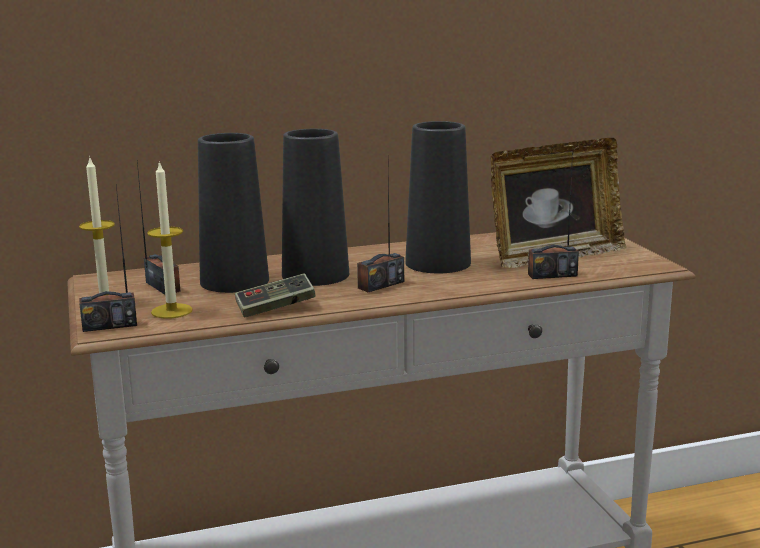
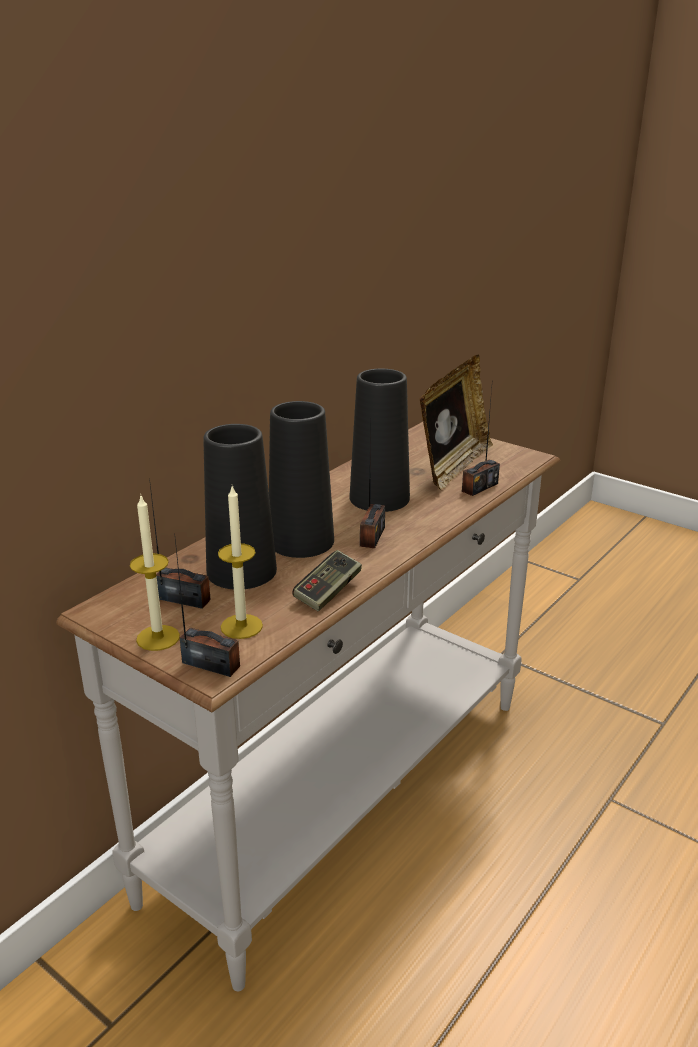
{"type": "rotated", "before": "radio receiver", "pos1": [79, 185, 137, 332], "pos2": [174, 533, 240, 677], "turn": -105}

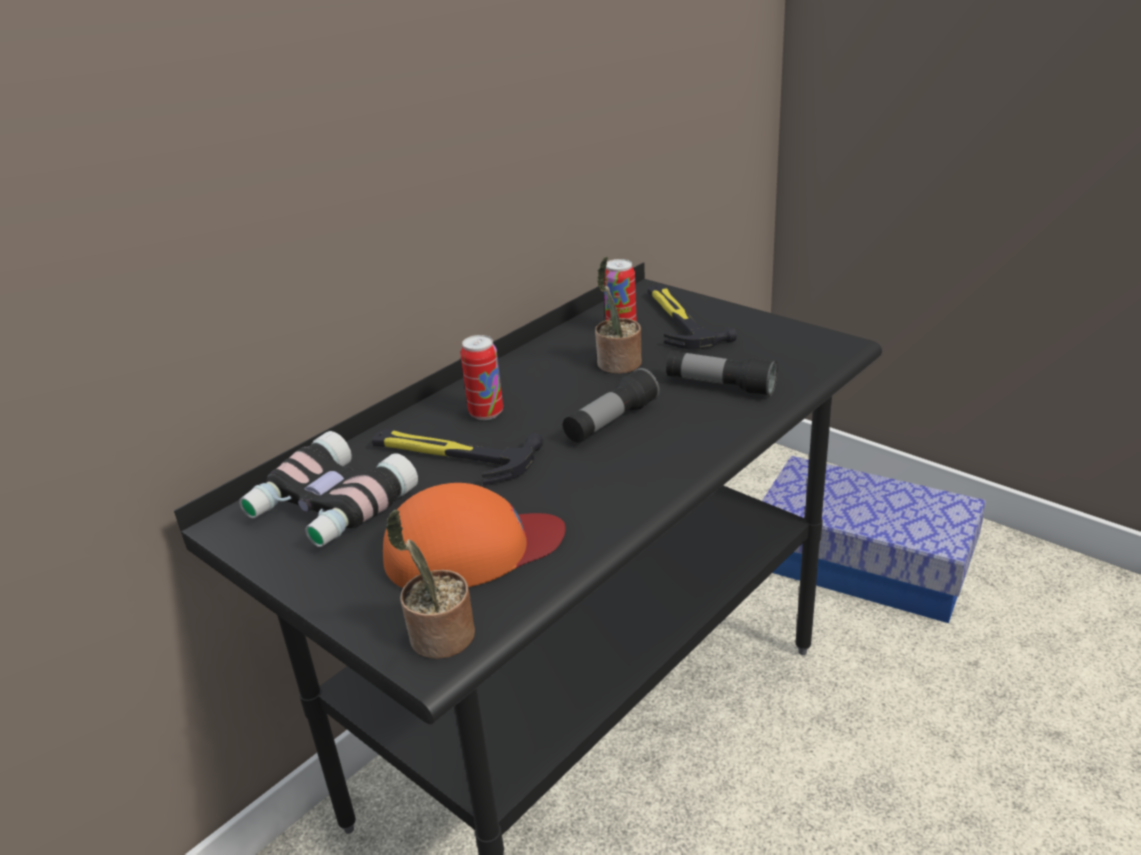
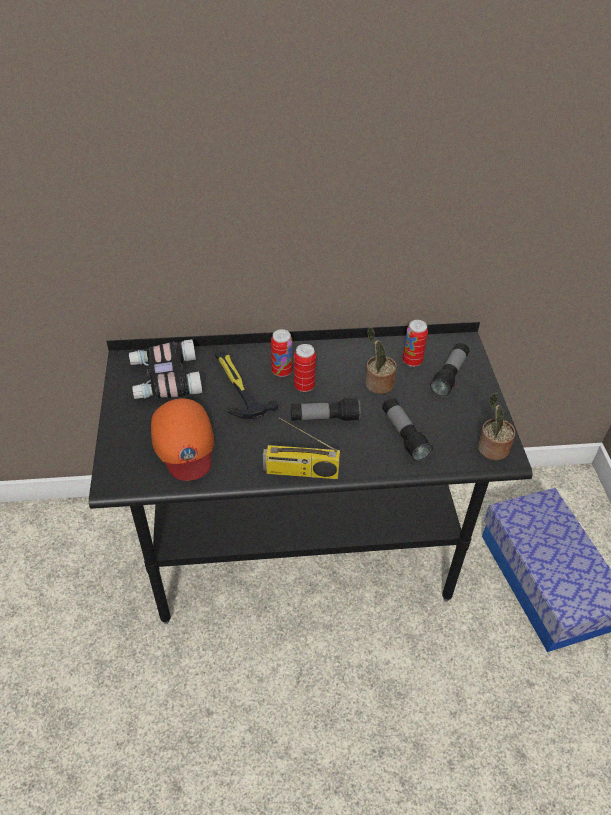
{"type": "rotated", "before": "peaked cap in orange", "pos1": [383, 483, 566, 588], "pos2": [151, 398, 214, 481], "turn": 45}
{"type": "shifted", "before": "houseplant", "pos1": [385, 509, 475, 659], "pos2": [478, 392, 515, 461]}
{"type": "swapped", "before": "tool hammer", "after": "hand torch", "pos1": [647, 285, 737, 349], "pos2": [430, 343, 470, 397]}
{"type": "new", "after": "radio receiver", "pos2": [263, 417, 340, 479]}
{"type": "new", "after": "metal can", "pos2": [294, 344, 316, 392]}

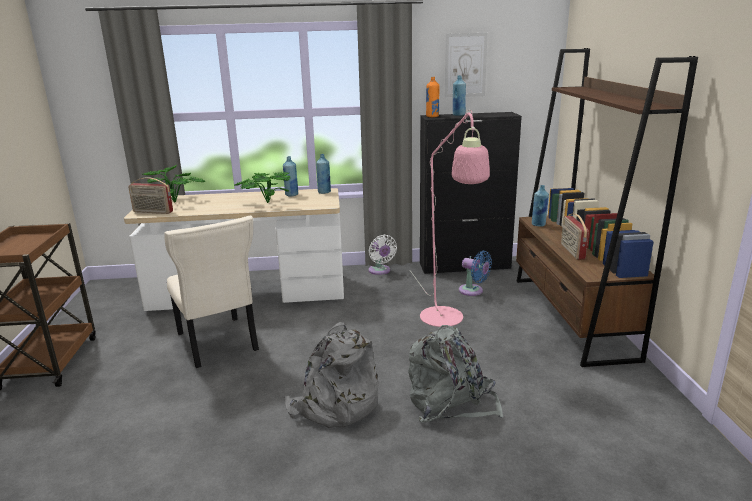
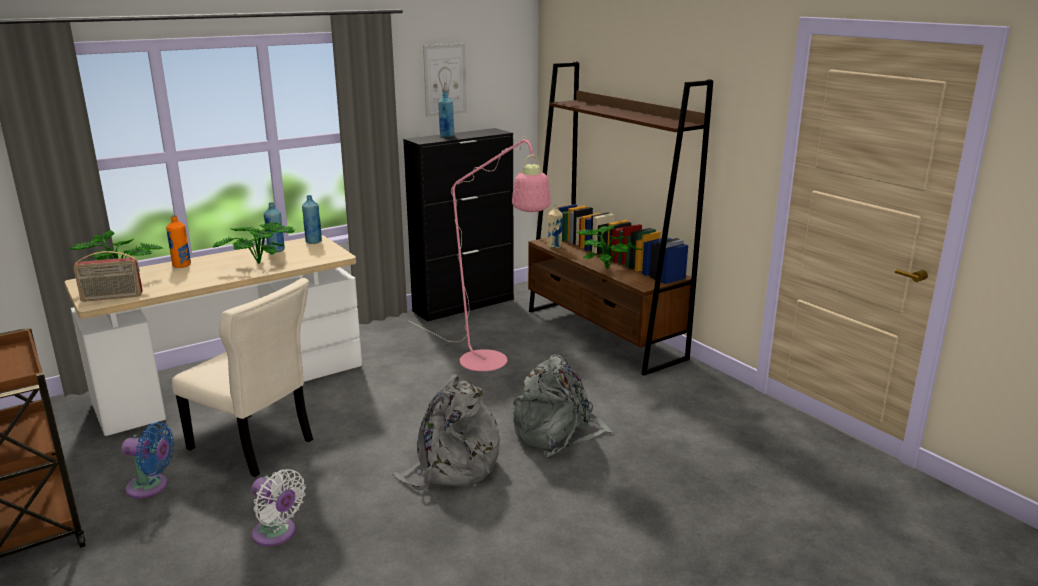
{"type": "shifted", "before": "electric fan in white-coloured", "pos1": [368, 235, 397, 275], "pos2": [252, 469, 306, 546]}
{"type": "shifted", "before": "beverage bottle in orange", "pos1": [426, 77, 439, 117], "pos2": [166, 215, 191, 268]}
{"type": "shifted", "before": "electric fan in blue", "pos1": [459, 251, 492, 296], "pos2": [121, 422, 174, 498]}
{"type": "repainted", "before": "beverage bottle in blue", "after": "beverage bottle in sand-coloured", "pos1": [532, 185, 549, 227], "pos2": [547, 205, 563, 248]}
{"type": "swapped", "before": "radio receiver", "after": "houseplant", "pos1": [561, 214, 589, 260], "pos2": [576, 225, 642, 269]}

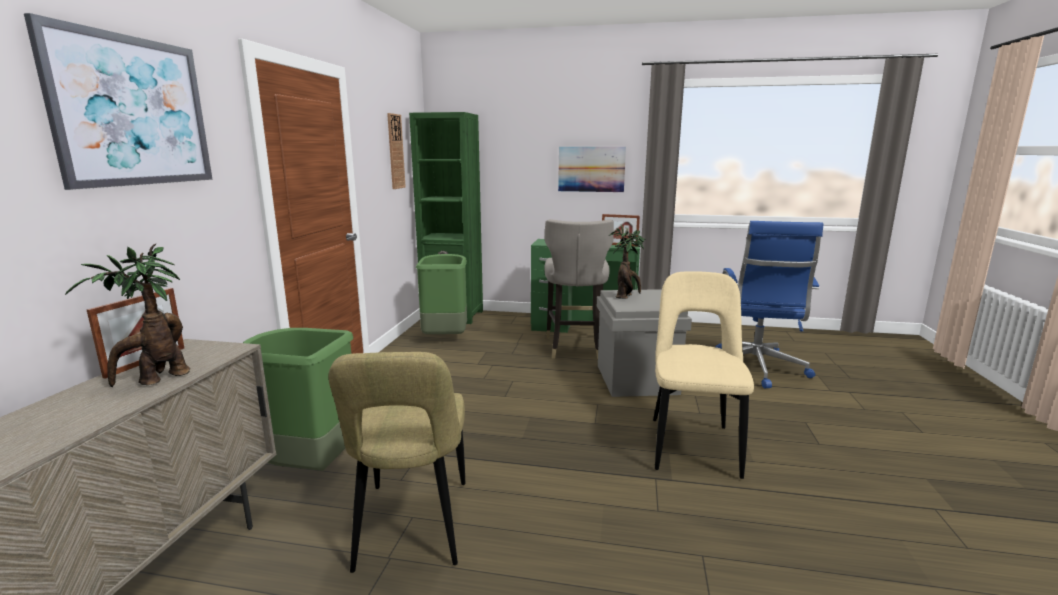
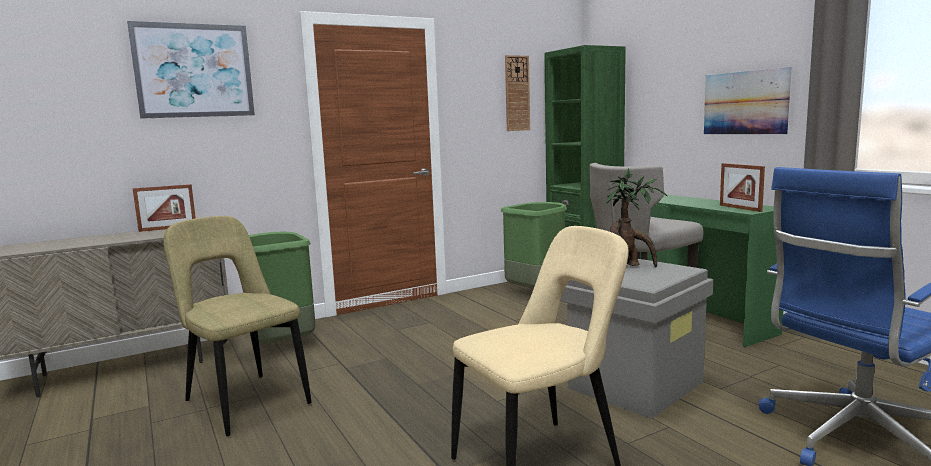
{"type": "gone", "before": "houseplant", "pos1": [65, 244, 190, 387]}
{"type": "rotated", "before": "chair in sand-coloured", "pos1": [328, 352, 465, 573], "pos2": [163, 216, 312, 436], "turn": 90}

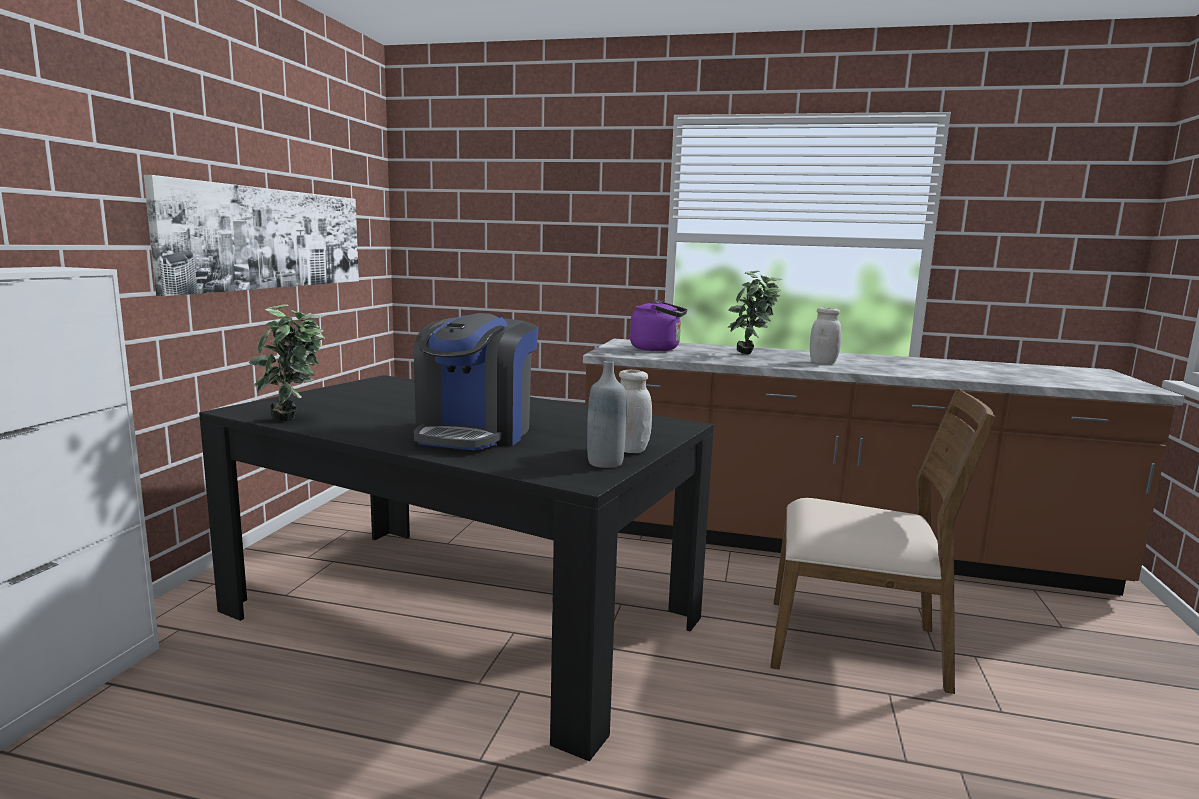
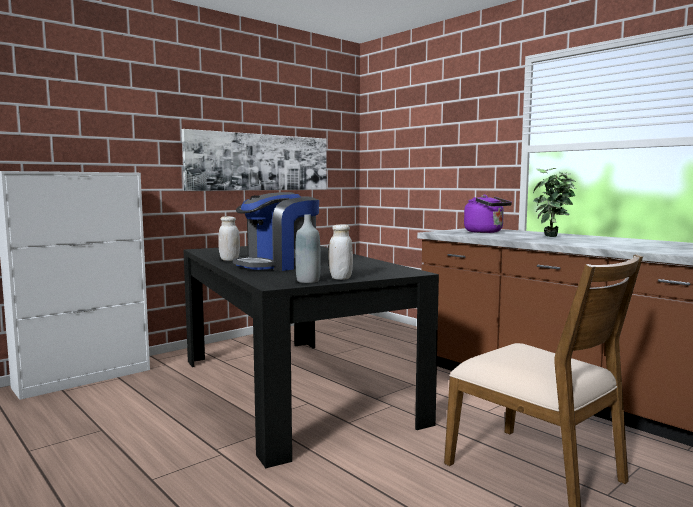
{"type": "gone", "before": "houseplant", "pos1": [249, 304, 325, 421]}
{"type": "shifted", "before": "preserve jar in white-coloured", "pos1": [810, 307, 841, 364], "pos2": [218, 216, 240, 261]}

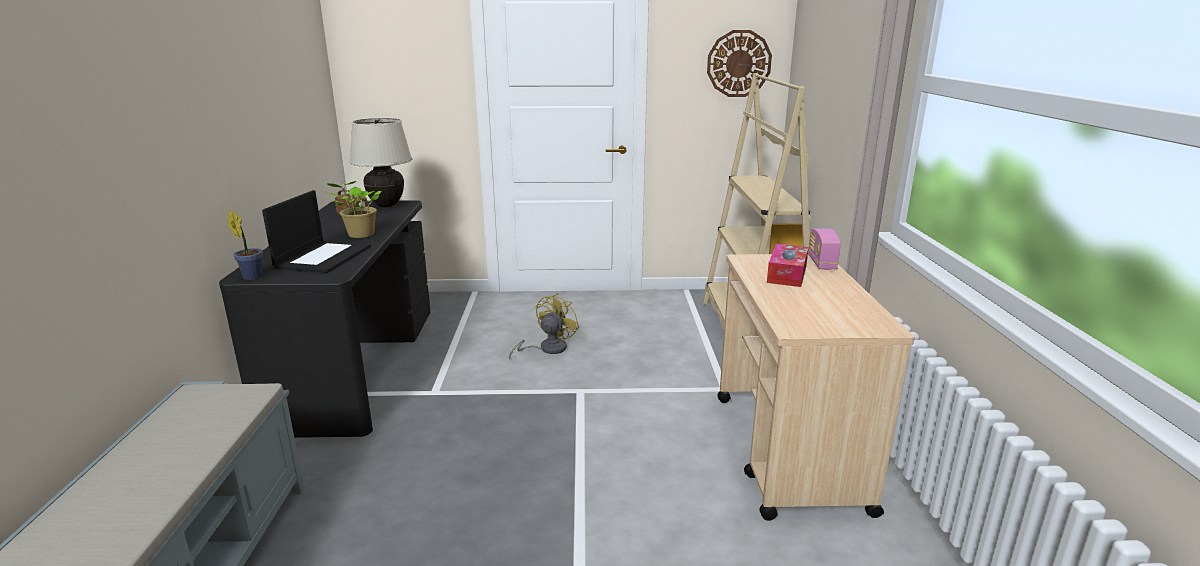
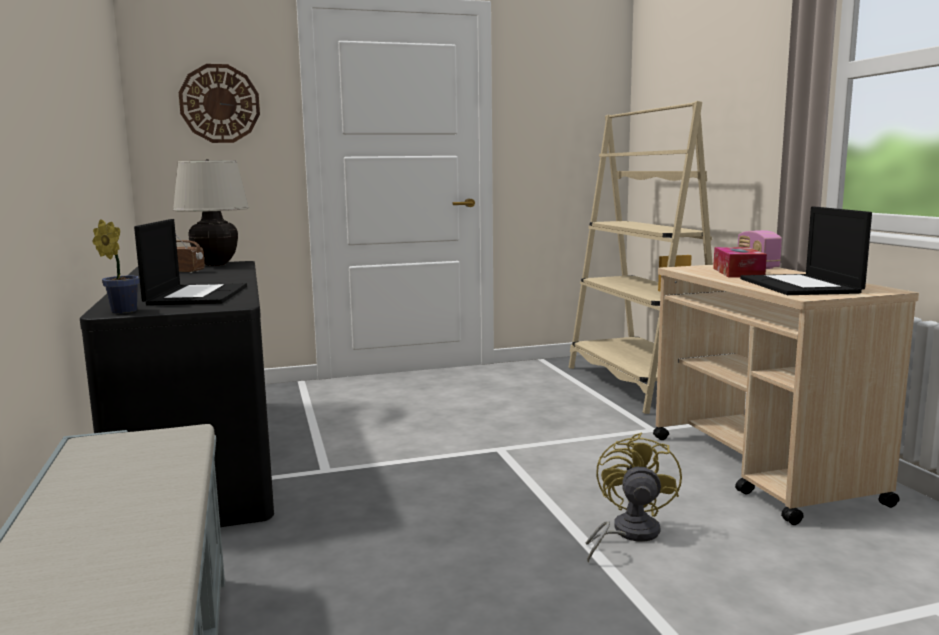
{"type": "gone", "before": "houseplant", "pos1": [324, 181, 381, 238]}
{"type": "shifted", "before": "electric fan in yellowish", "pos1": [509, 293, 580, 359], "pos2": [586, 432, 682, 563]}
{"type": "shifted", "before": "clock on the wall", "pos1": [707, 30, 772, 97], "pos2": [179, 64, 260, 143]}
{"type": "new", "after": "laptop", "pos2": [740, 206, 872, 295]}

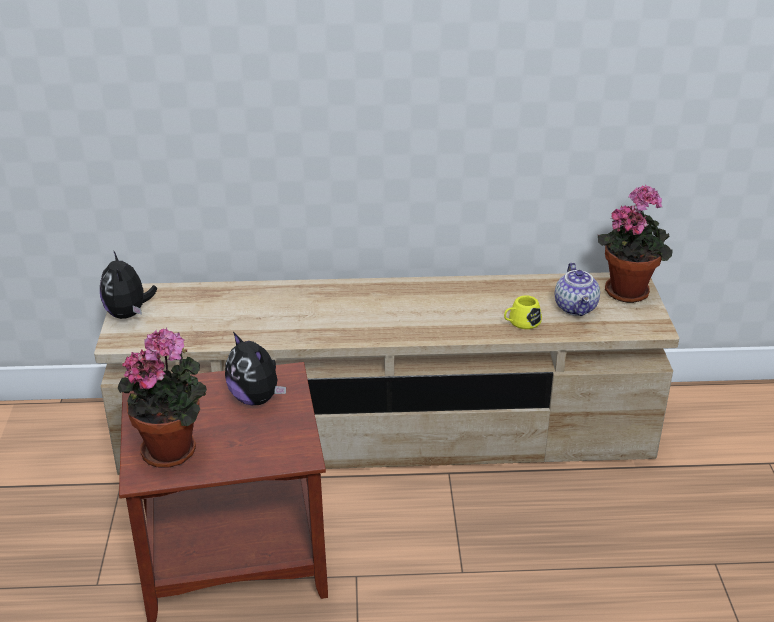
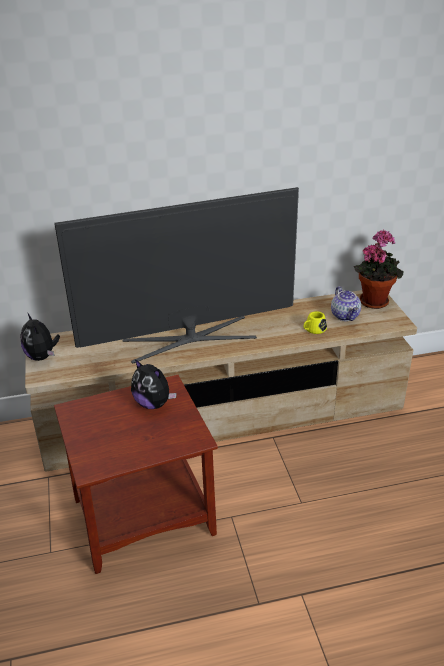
{"type": "gone", "before": "houseplant", "pos1": [118, 328, 207, 468]}
{"type": "new", "after": "television", "pos2": [54, 187, 299, 363]}

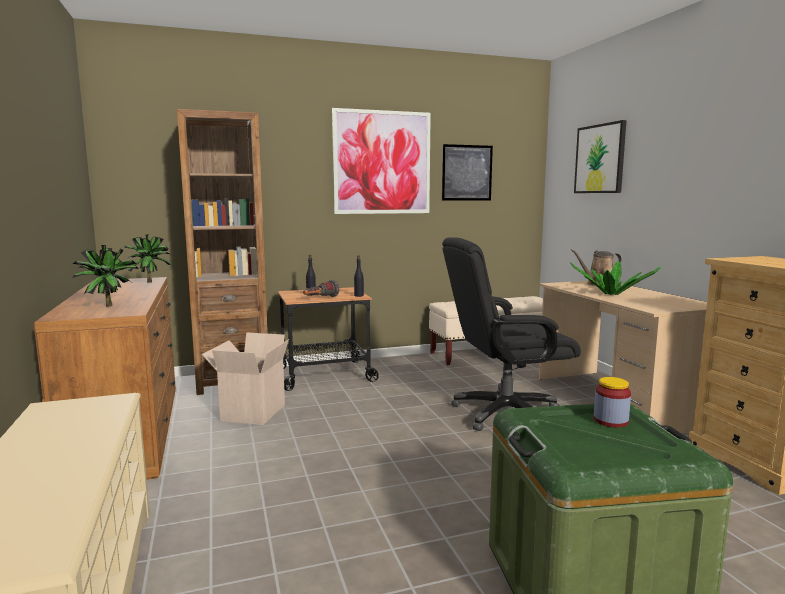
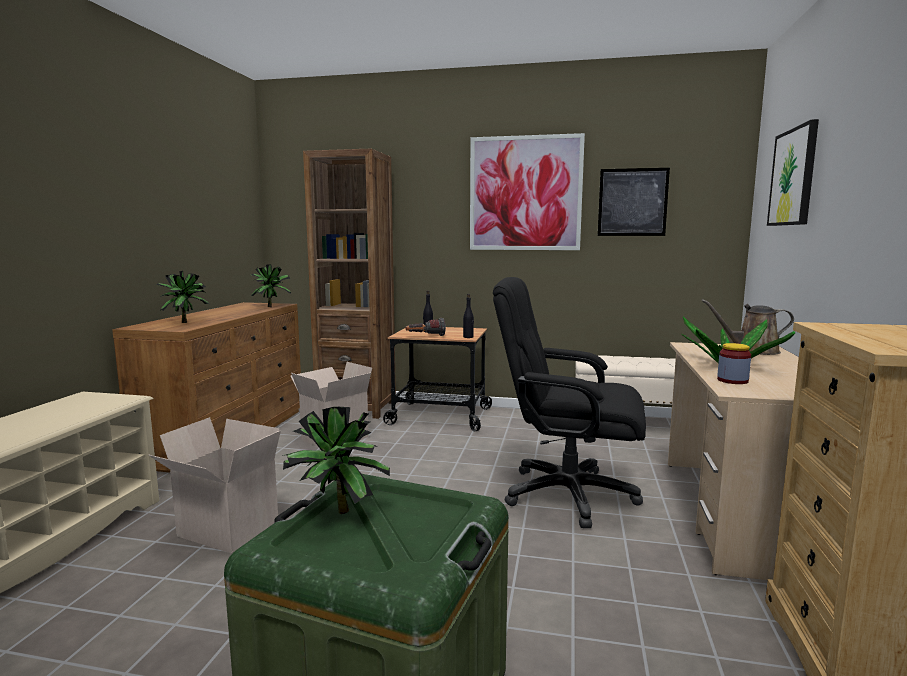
{"type": "shifted", "before": "preserve jar", "pos1": [594, 377, 631, 427], "pos2": [717, 343, 751, 384]}
{"type": "new", "after": "cardboard box", "pos2": [149, 417, 281, 553]}
{"type": "new", "after": "houseplant", "pos2": [282, 407, 390, 514]}

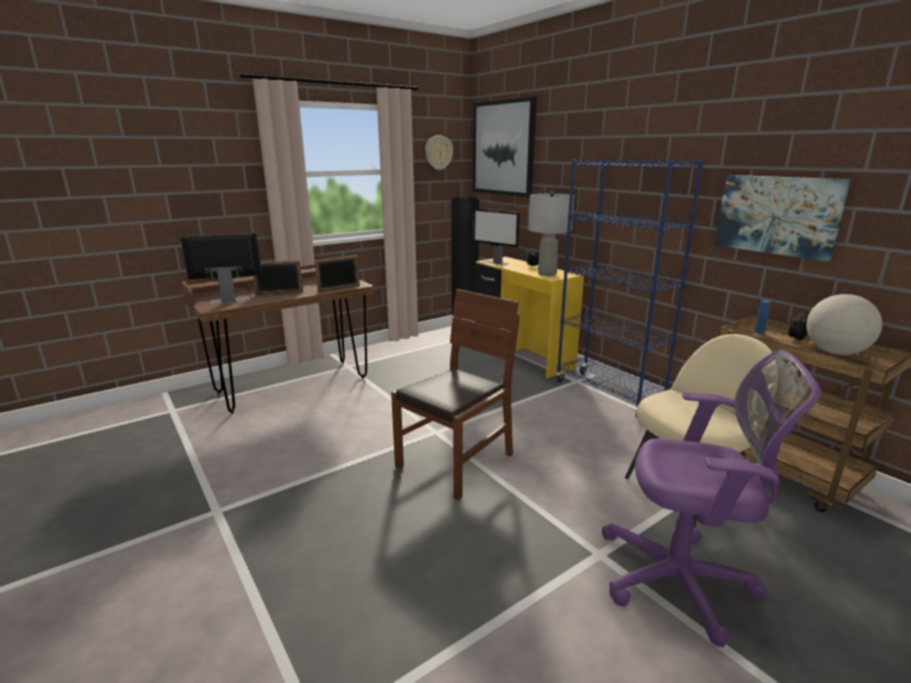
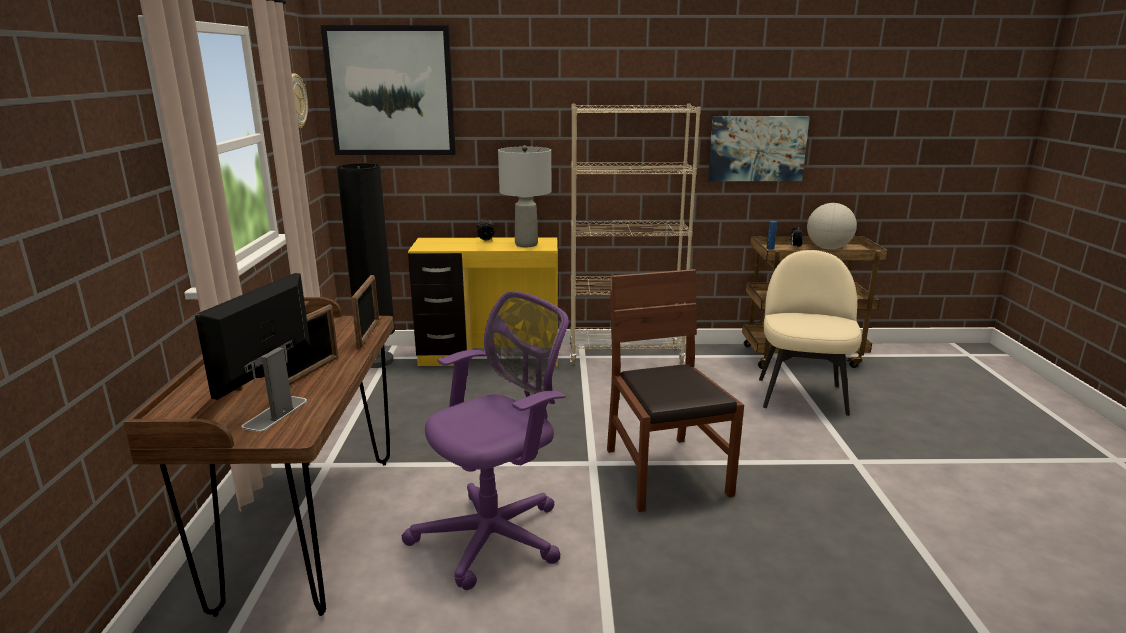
{"type": "gone", "before": "monitor", "pos1": [473, 209, 520, 266]}
{"type": "repainted", "before": "bookshelf in blue", "after": "bookshelf in sand-coloured", "pos1": [556, 159, 704, 417], "pos2": [570, 104, 701, 364]}
{"type": "shifted", "before": "computer chair in purplish", "pos1": [602, 350, 821, 647], "pos2": [401, 291, 569, 590]}

